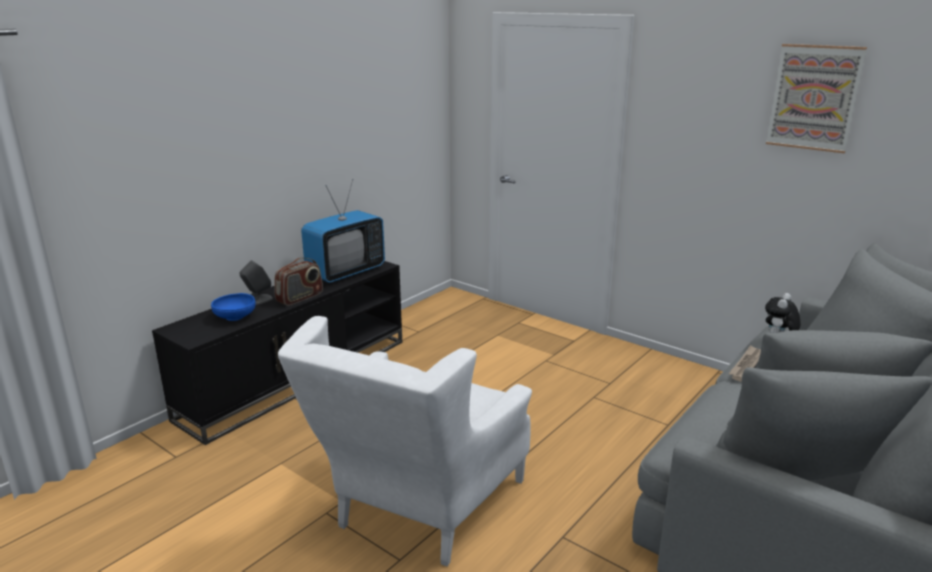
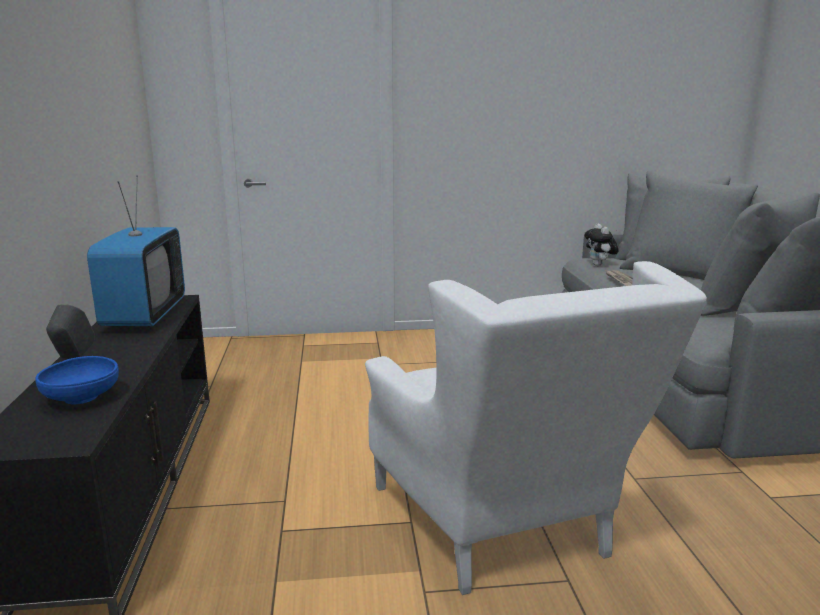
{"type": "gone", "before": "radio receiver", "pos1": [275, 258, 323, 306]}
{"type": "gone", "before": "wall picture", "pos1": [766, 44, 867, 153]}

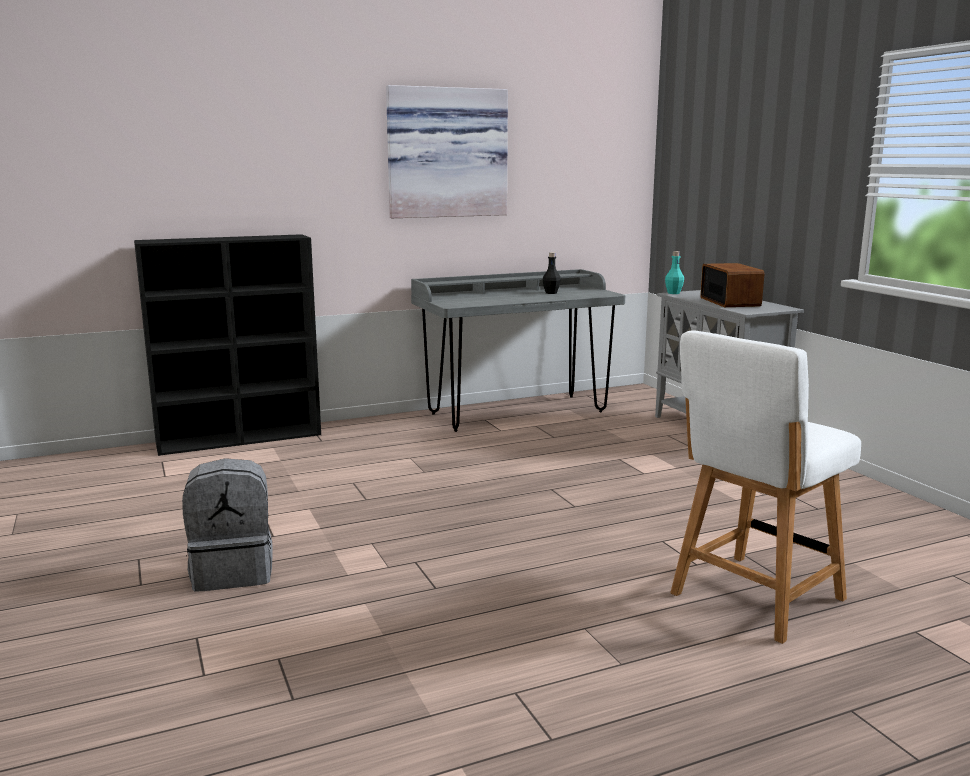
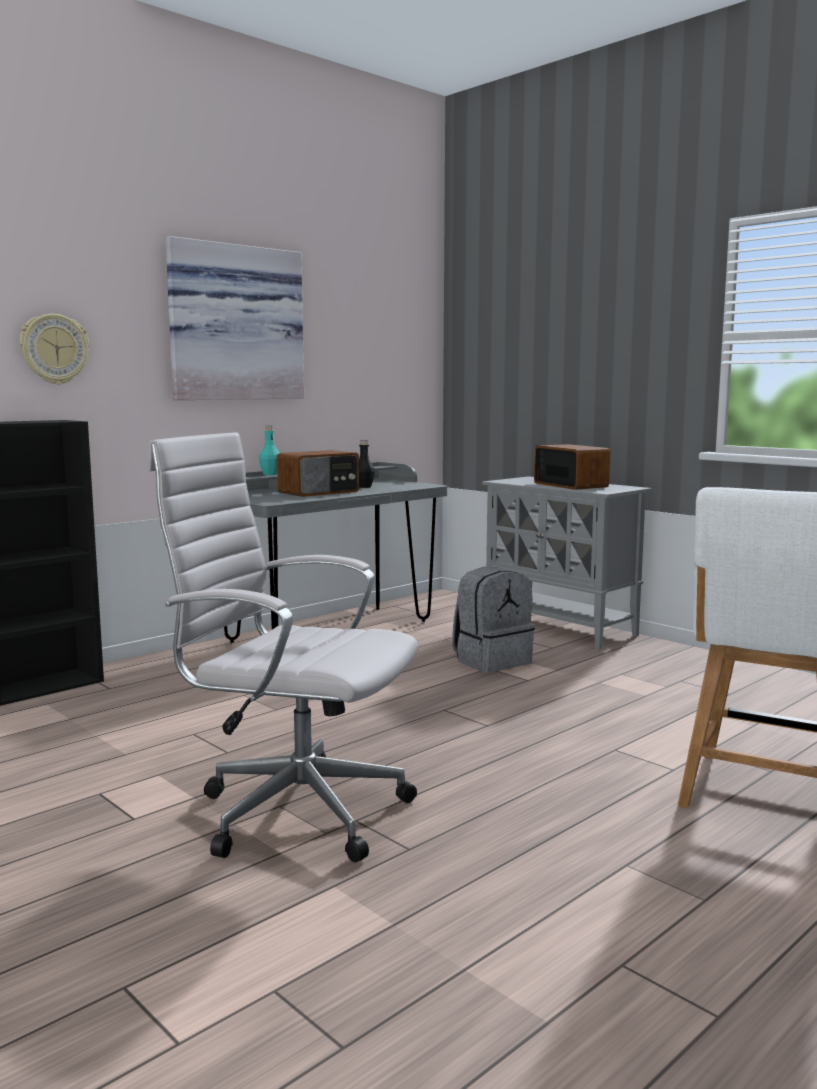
{"type": "shifted", "before": "backpack in grey", "pos1": [182, 458, 272, 592], "pos2": [452, 567, 535, 673]}
{"type": "shifted", "before": "beverage bottle in turquoise", "pos1": [665, 251, 684, 294], "pos2": [259, 426, 279, 475]}
{"type": "new", "after": "clock on the wall", "pos2": [20, 314, 89, 384]}
{"type": "new", "after": "computer chair in white-coloured", "pos2": [148, 432, 418, 862]}
{"type": "new", "after": "radio receiver", "pos2": [277, 450, 359, 497]}

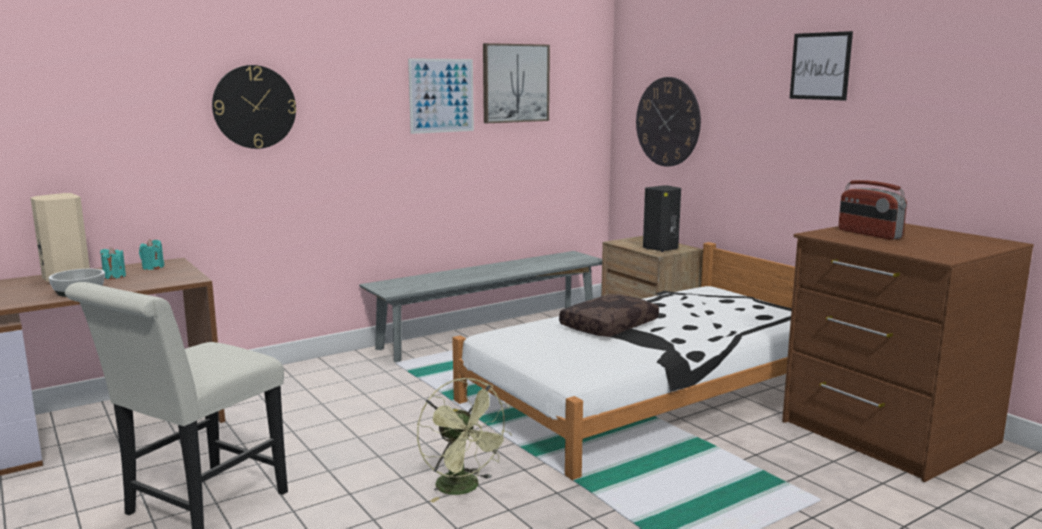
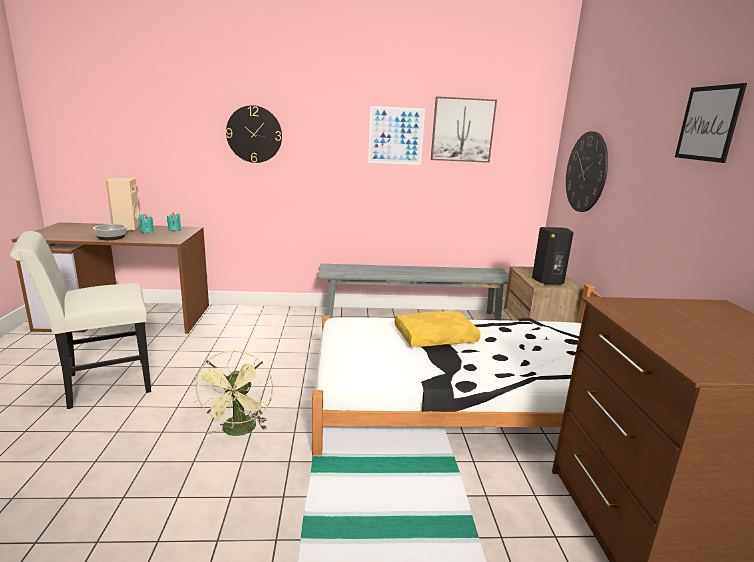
{"type": "repainted", "before": "throw pillow in brownish", "after": "throw pillow in yellowish", "pos1": [559, 294, 659, 337], "pos2": [395, 311, 481, 347]}
{"type": "gone", "before": "radio receiver", "pos1": [838, 180, 907, 240]}

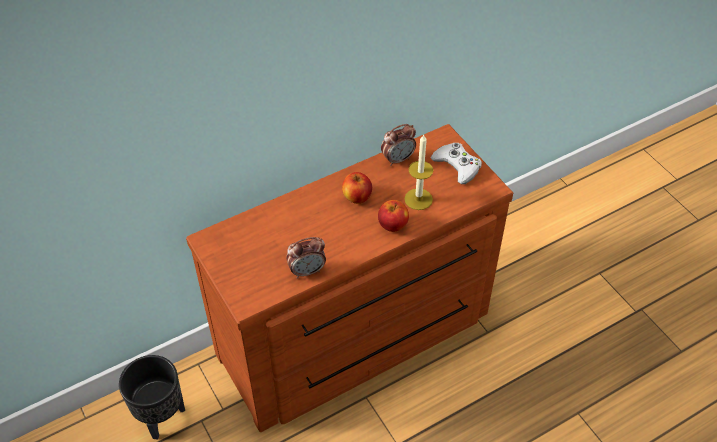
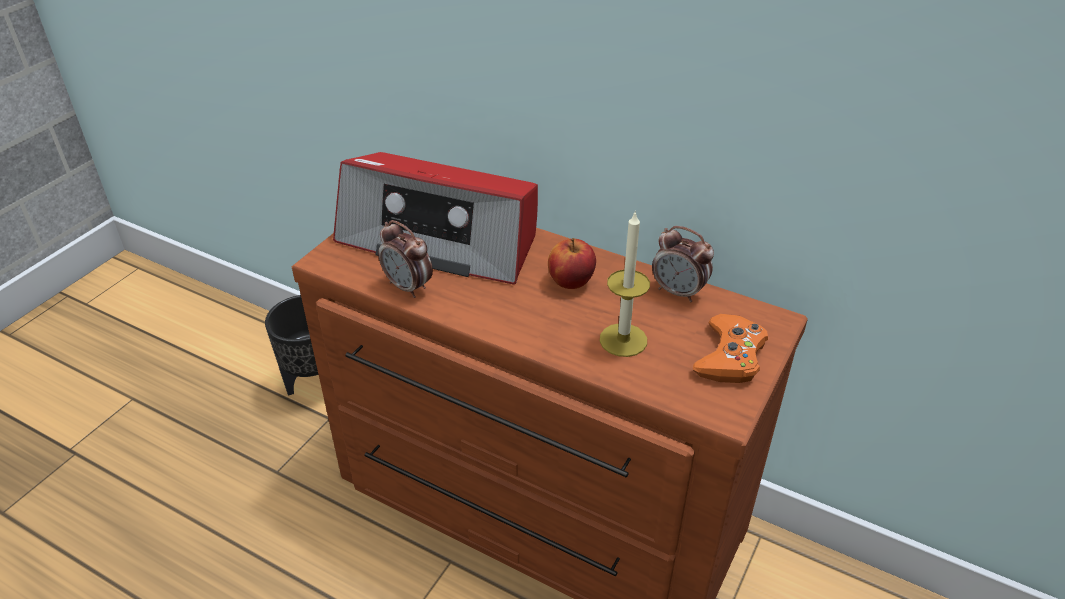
{"type": "gone", "before": "apple", "pos1": [378, 200, 409, 232]}
{"type": "repainted", "before": "gamepad in white-coloured", "after": "gamepad in orange", "pos1": [431, 143, 482, 184], "pos2": [693, 314, 768, 383]}
{"type": "new", "after": "radio receiver", "pos2": [333, 152, 538, 285]}

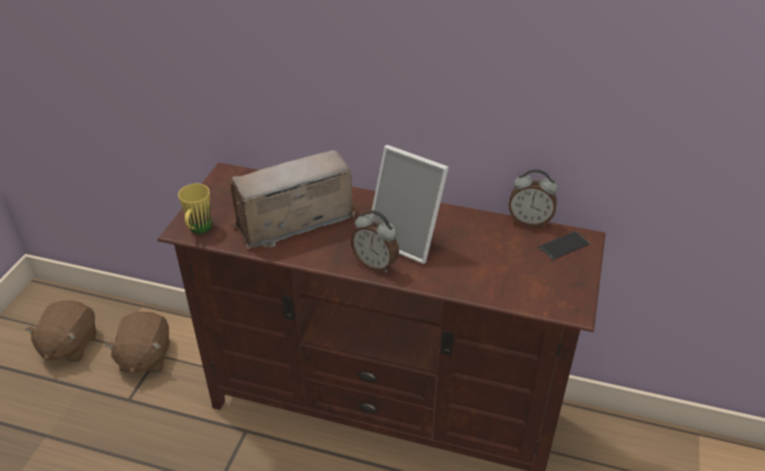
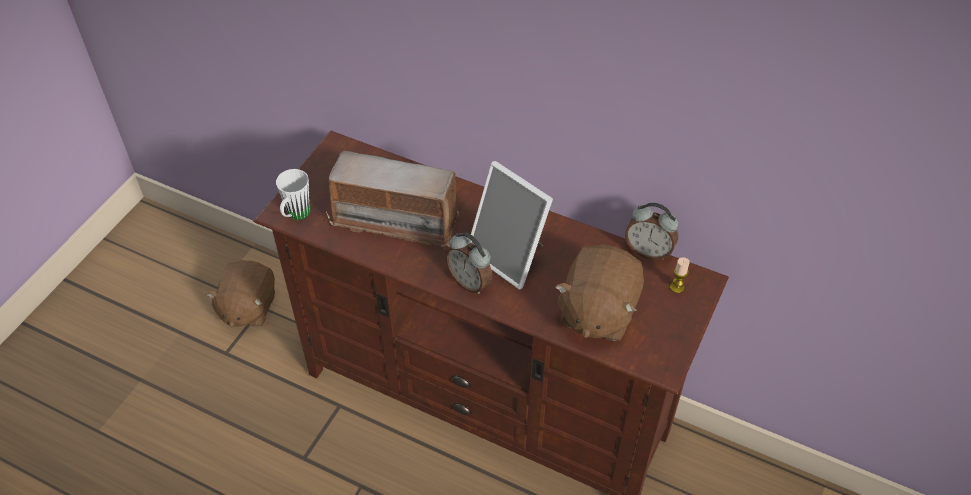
{"type": "shifted", "before": "plush toy in brownish", "pos1": [25, 300, 96, 362], "pos2": [555, 244, 644, 341]}
{"type": "repainted", "before": "coffee mug in yellowish", "after": "coffee mug in white-coloured", "pos1": [178, 184, 212, 234], "pos2": [276, 169, 311, 220]}
{"type": "rotated", "before": "radio receiver", "pos1": [231, 150, 355, 249], "pos2": [326, 151, 461, 248], "turn": -150}
{"type": "swapped", "before": "phone", "after": "wax candle", "pos1": [539, 231, 590, 260], "pos2": [670, 257, 690, 293]}

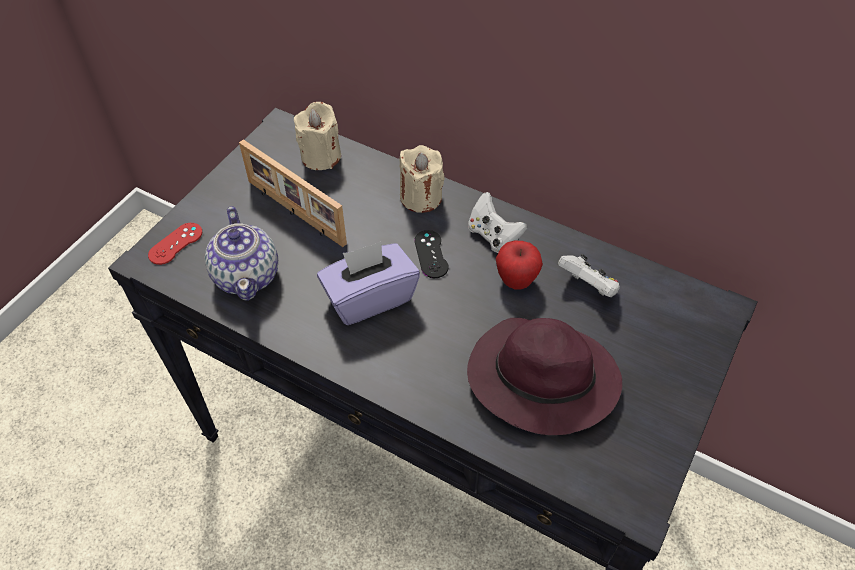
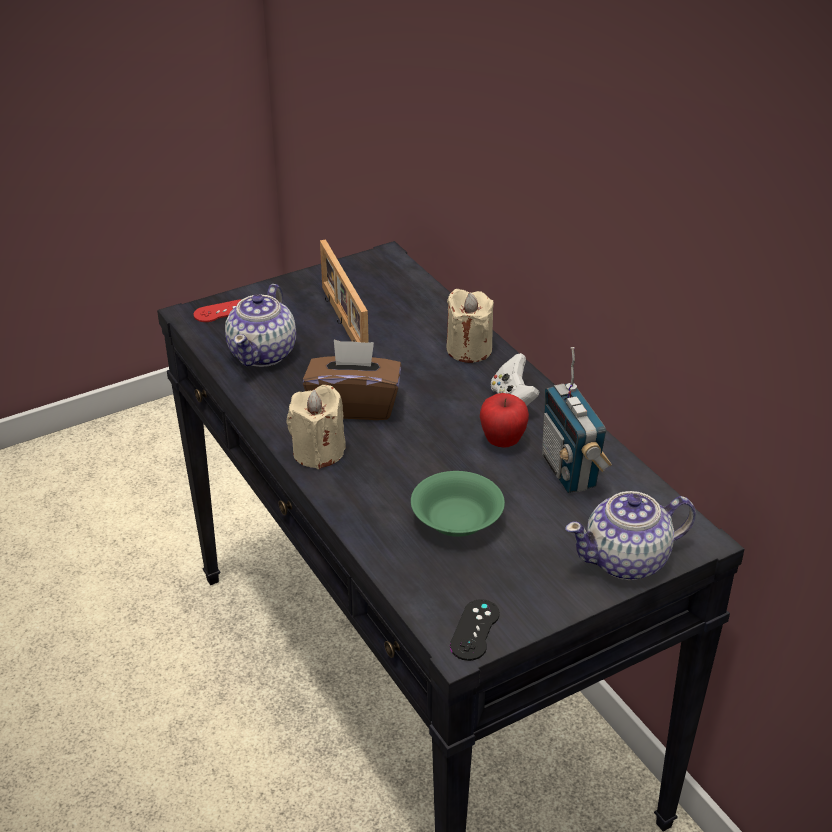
{"type": "shifted", "before": "wax candle in sand-coloured", "pos1": [294, 102, 341, 170], "pos2": [287, 385, 346, 469]}
{"type": "repainted", "before": "box of tissues in purplish", "after": "box of tissues in brownish", "pos1": [317, 241, 420, 325], "pos2": [303, 340, 401, 420]}
{"type": "shifted", "before": "gamepad in blackish", "pos1": [414, 230, 448, 278], "pos2": [450, 599, 500, 661]}
{"type": "swapped", "before": "hat in purplish", "after": "serving bowl in greenish", "pos1": [467, 318, 623, 435], "pos2": [411, 471, 505, 537]}
{"type": "swapped", "before": "gamepad in white-coloured", "after": "radio receiver", "pos1": [558, 254, 620, 297], "pos2": [542, 347, 612, 493]}
{"type": "new", "after": "pot for tea", "pos2": [565, 491, 696, 580]}

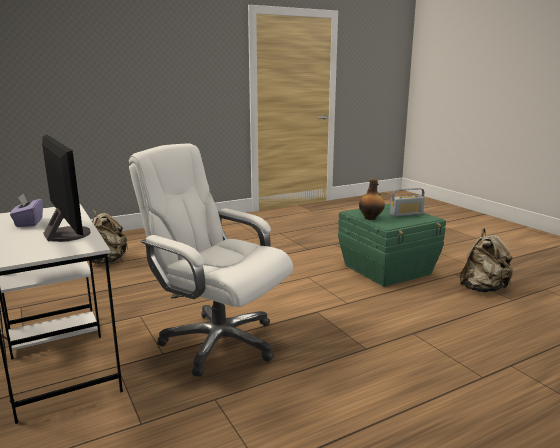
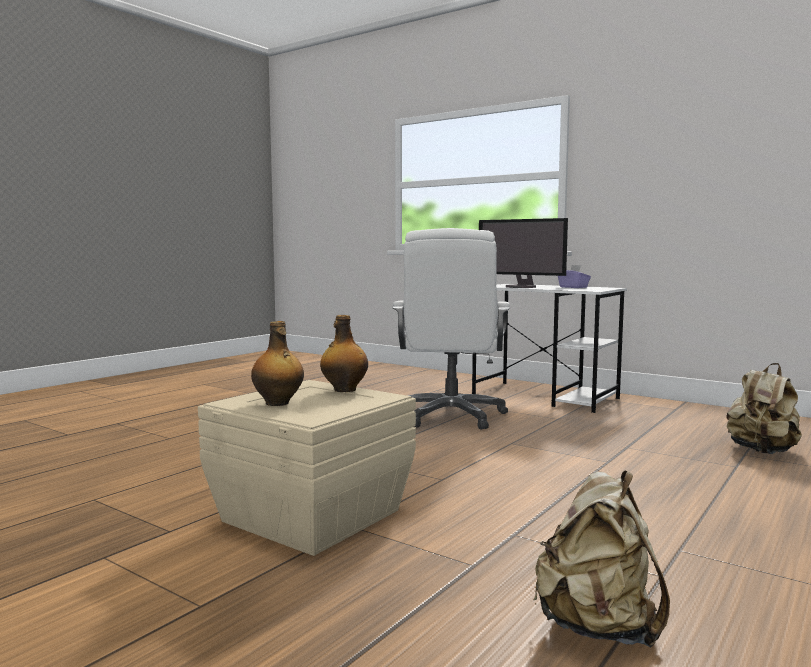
{"type": "rotated", "before": "computer chair in white-coloured", "pos1": [129, 143, 293, 377], "pos2": [392, 228, 510, 430], "turn": 90}
{"type": "repainted", "before": "storage bin in greenish", "after": "storage bin in sand-coloured", "pos1": [338, 203, 446, 287], "pos2": [198, 380, 416, 556]}
{"type": "swapped", "before": "radio receiver", "after": "beverage bottle", "pos1": [390, 188, 425, 217], "pos2": [251, 321, 304, 406]}
{"type": "shifted", "before": "backpack in sand-coloured", "pos1": [460, 228, 514, 292], "pos2": [533, 471, 670, 648]}

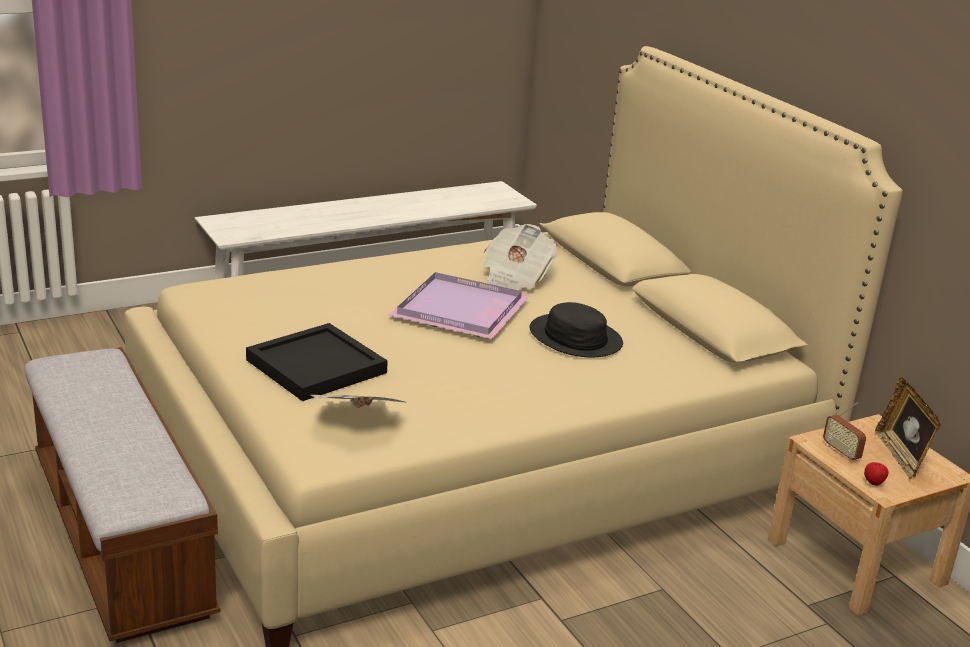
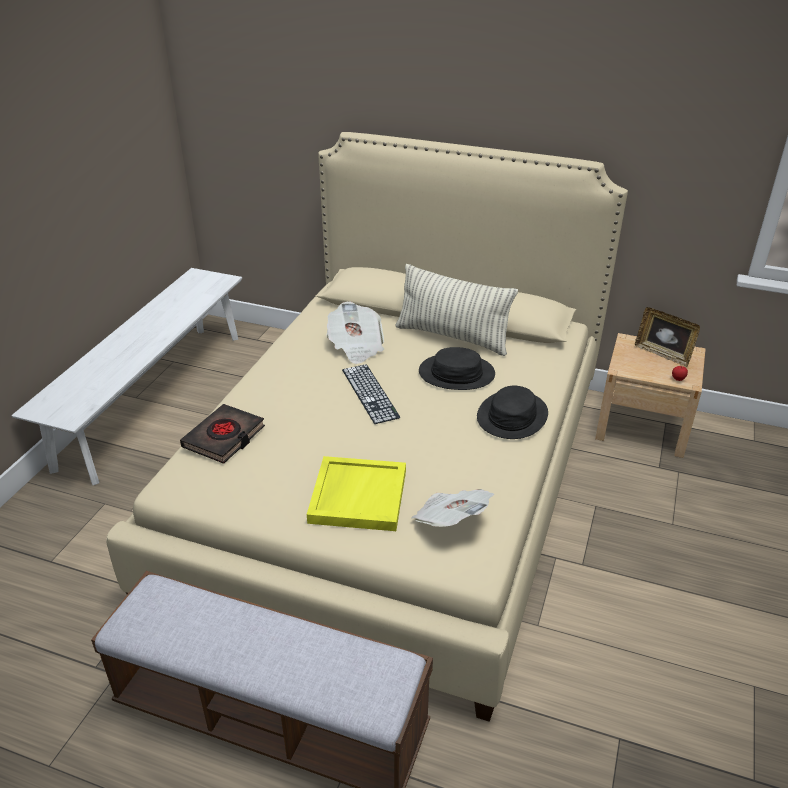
{"type": "repainted", "before": "tray in blackish", "after": "tray in yellowish", "pos1": [246, 323, 388, 401], "pos2": [307, 456, 406, 531]}
{"type": "swapped", "before": "tray in purplish", "after": "computer keyboard", "pos1": [389, 272, 529, 339], "pos2": [342, 364, 400, 424]}
{"type": "gone", "before": "radio receiver", "pos1": [823, 403, 866, 461]}
{"type": "new", "after": "bound book in blackish", "pos2": [180, 404, 265, 464]}
{"type": "new", "after": "throw pillow", "pos2": [396, 264, 518, 356]}
{"type": "new", "after": "hat in blackish", "pos2": [477, 386, 548, 439]}

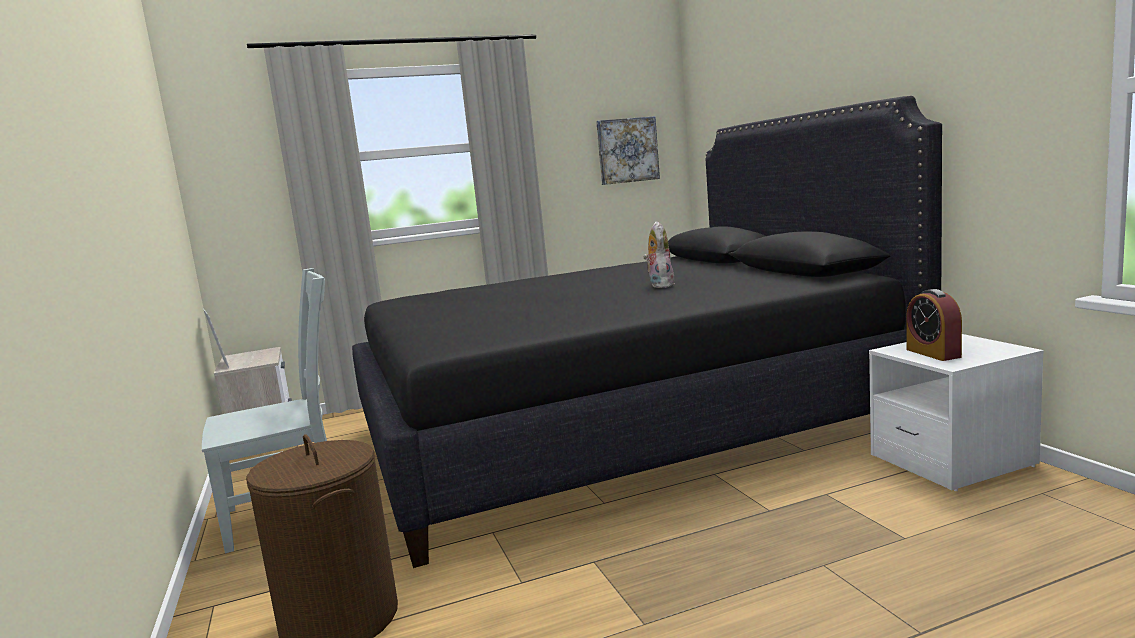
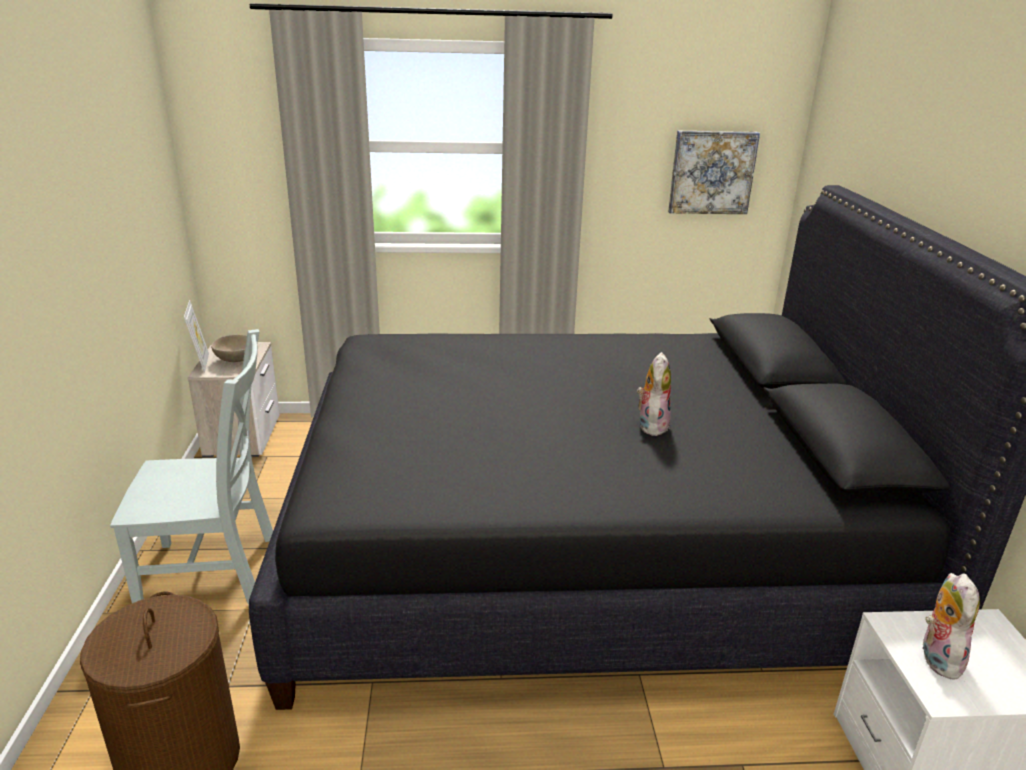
{"type": "swapped", "before": "bedside clock", "after": "plush toy", "pos1": [906, 289, 962, 361], "pos2": [922, 573, 980, 680]}
{"type": "new", "after": "serving bowl in sand-coloured", "pos2": [211, 334, 247, 362]}

